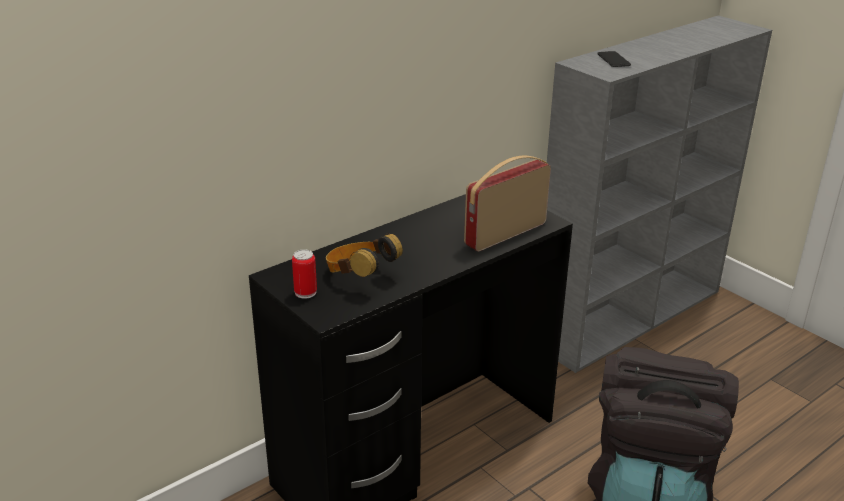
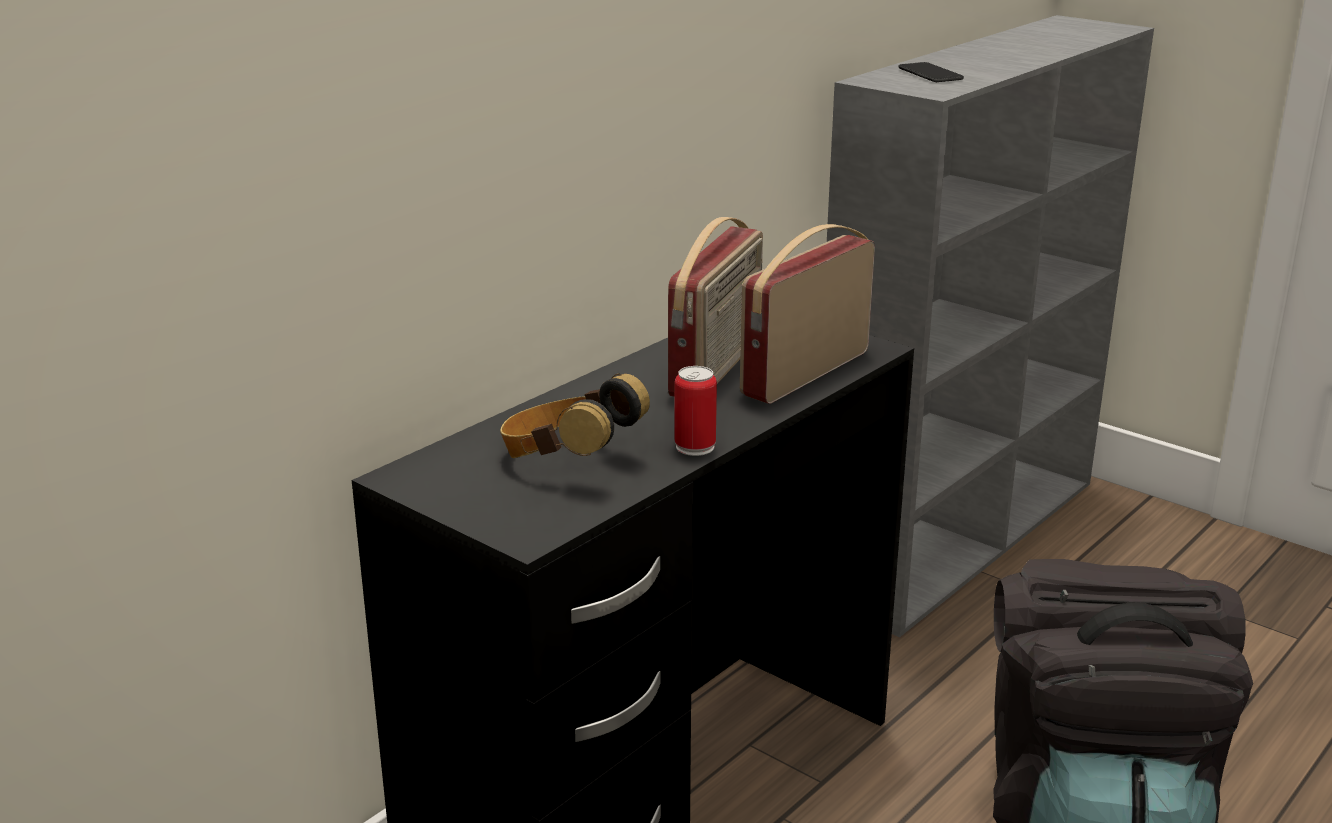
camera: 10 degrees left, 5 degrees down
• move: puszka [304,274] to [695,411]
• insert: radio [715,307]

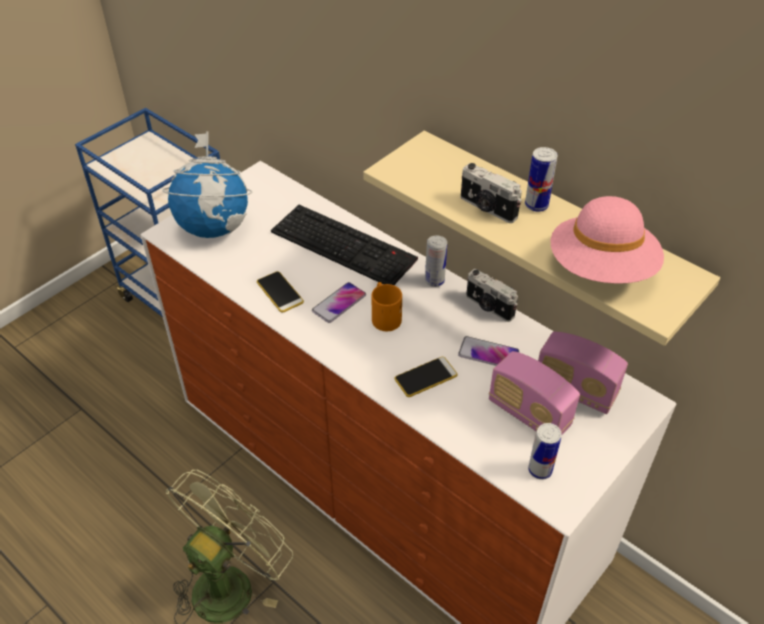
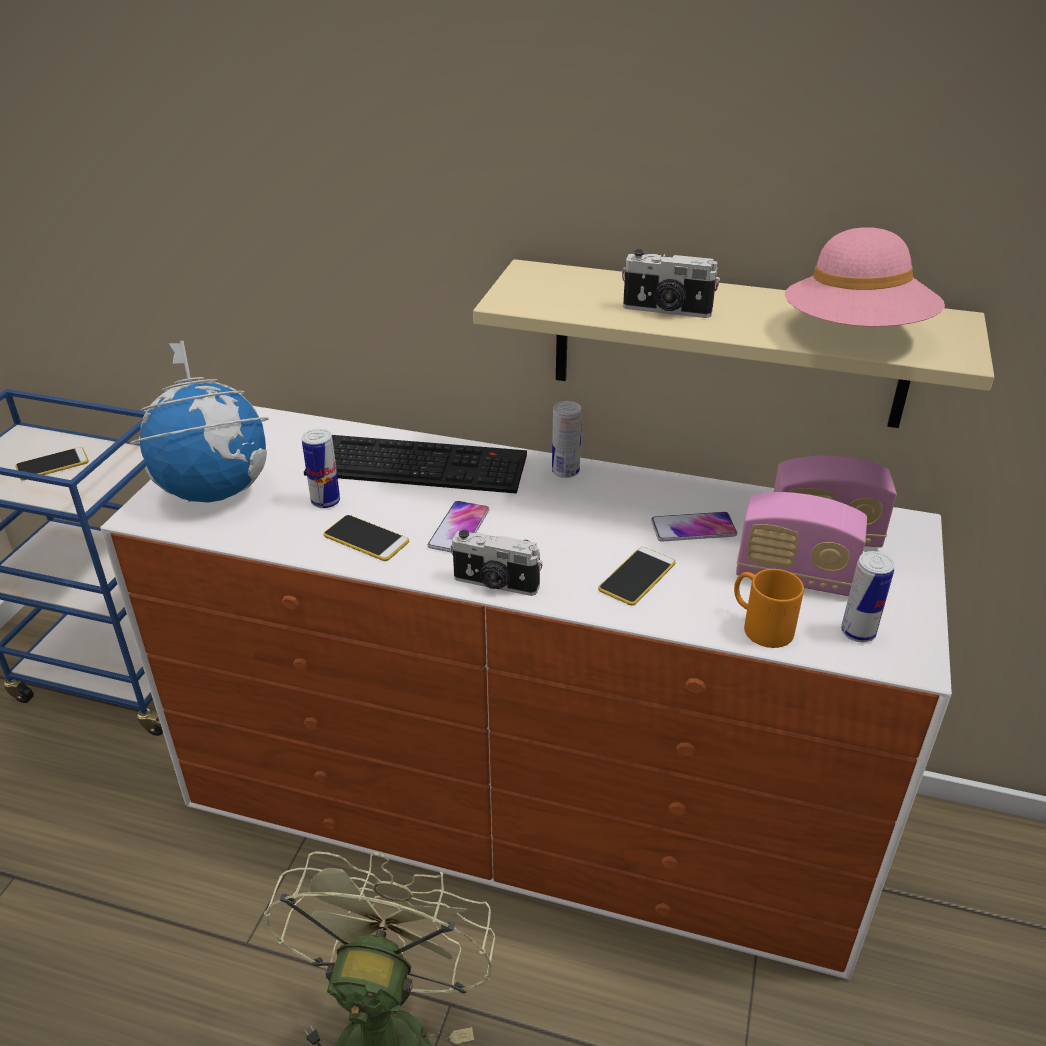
camera: 25 degrees left, 10 degrees down
• move: puszka [541,179] to [321,468]
• move: aparat fotograficzny [492,295] to [497,563]
• move: kubek [pomarańczowy] [387,306] to [769,608]
• insert: telefon [52,463]

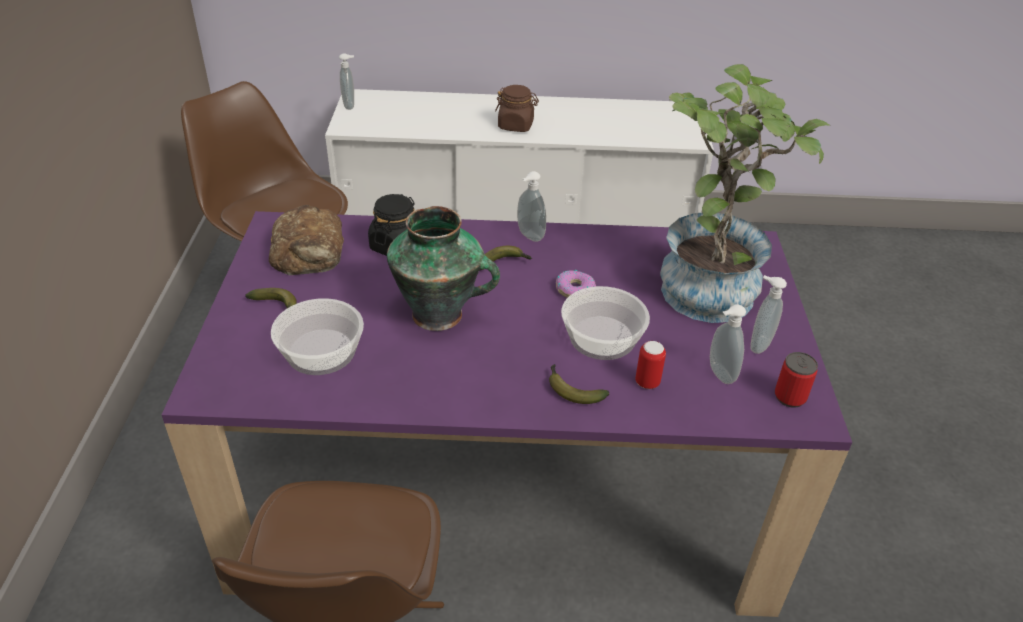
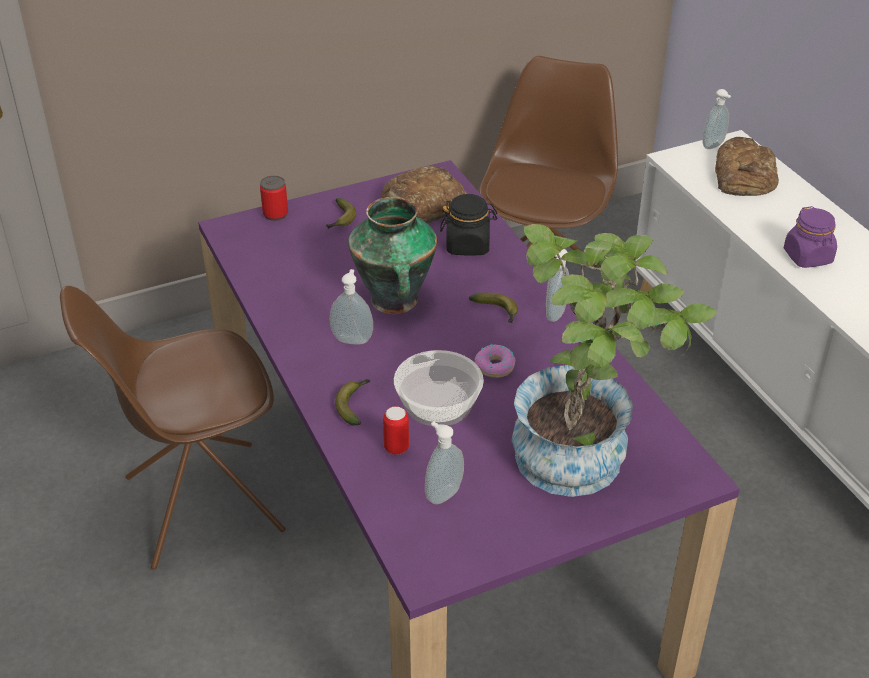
camera: 65 degrees right, 0 degrees up
• recolor: słoik [brązowy] [517,108] to słoik [fioletowy] [810,237]
• move: dozownik mydła [768,314] to [351,306]
• delete: miska [317,336]
• move: puszka [796,380] to [274,198]
• insert: chleb [747,166]

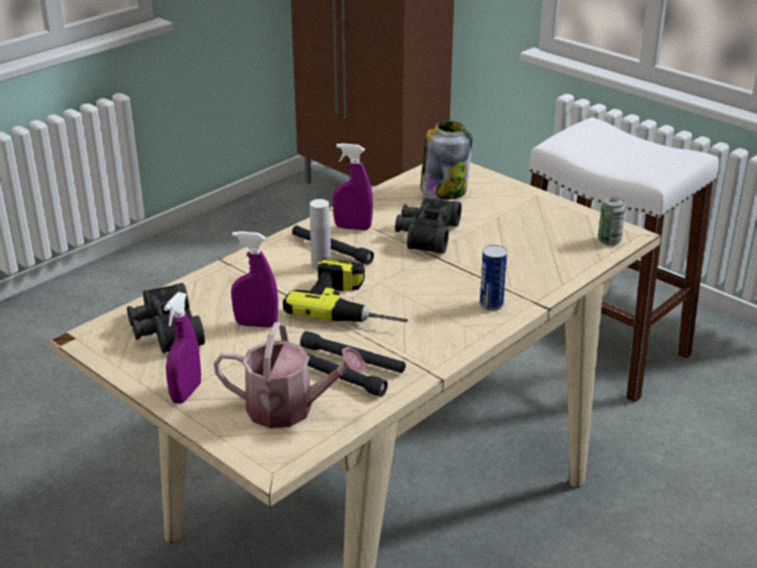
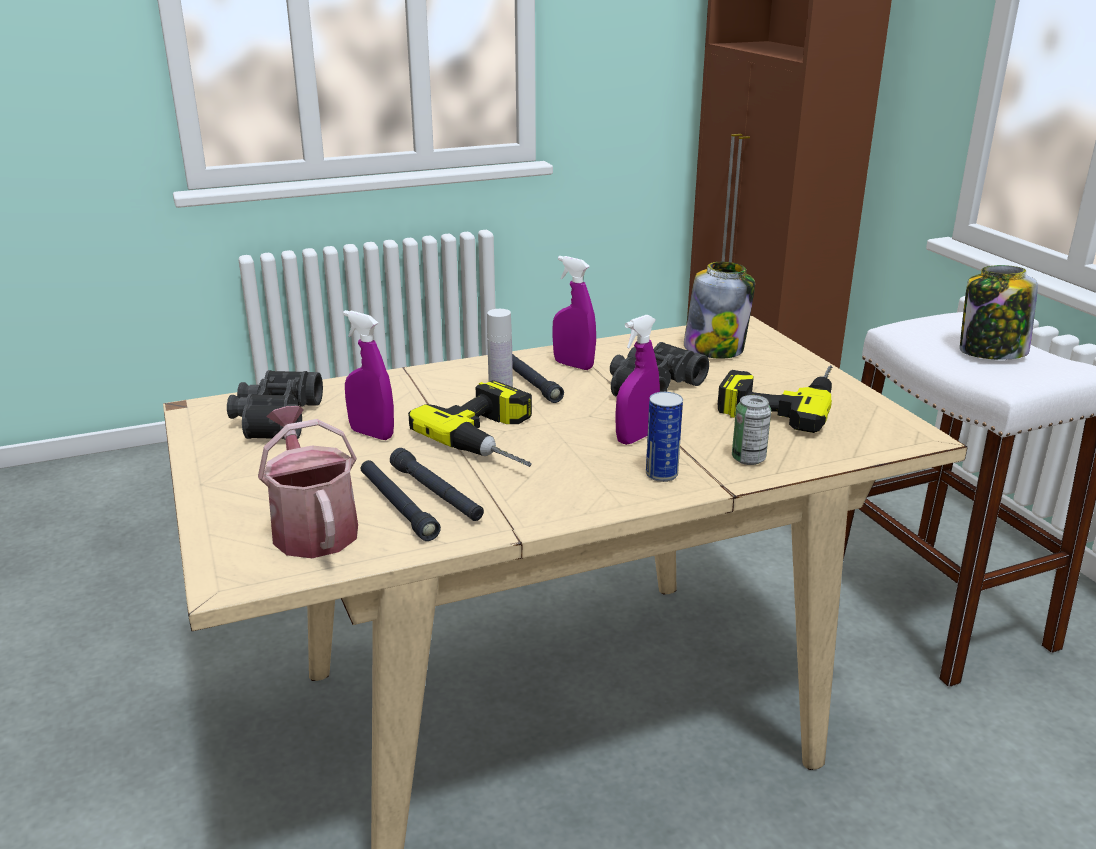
camera: 25 degrees right, 5 degrees down
• move: puszka [612,221] to [751,430]
• move: spryskiwacz [fioletowy] [182,348] to [638,380]
• rotate: konewka [290,375] = [308,482] 150 degrees counterclockwise
• insert: słoik [999,312]
• insert: wiertarka [775,399]

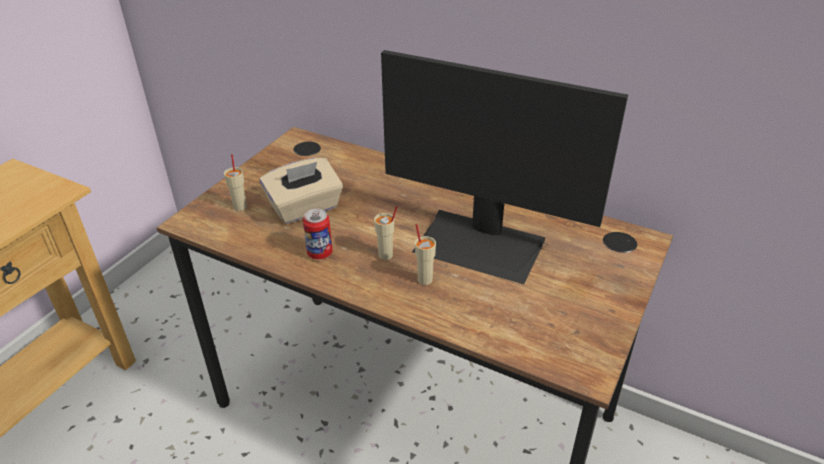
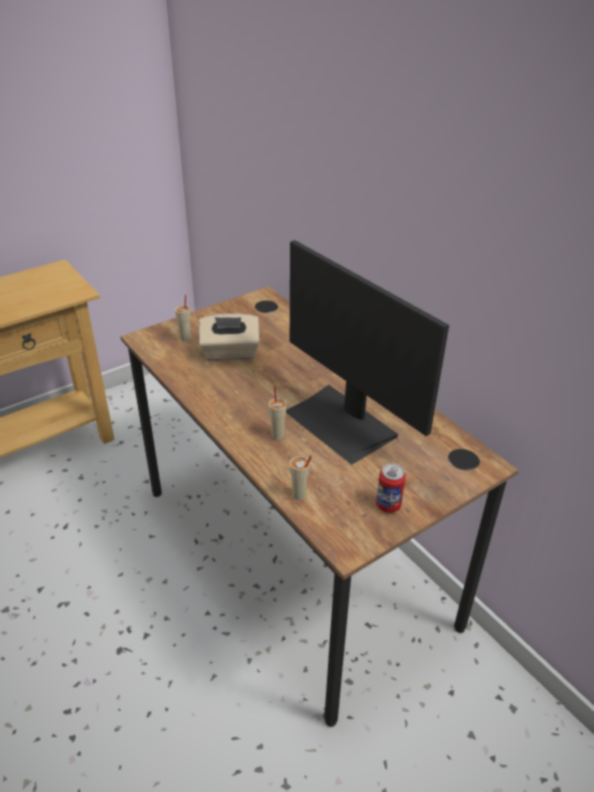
camera: 25 degrees right, 0 degrees up
• move: filiżanka [beżowy] [385,233] to [301,477]
• move: puszka [318,234] to [391,488]

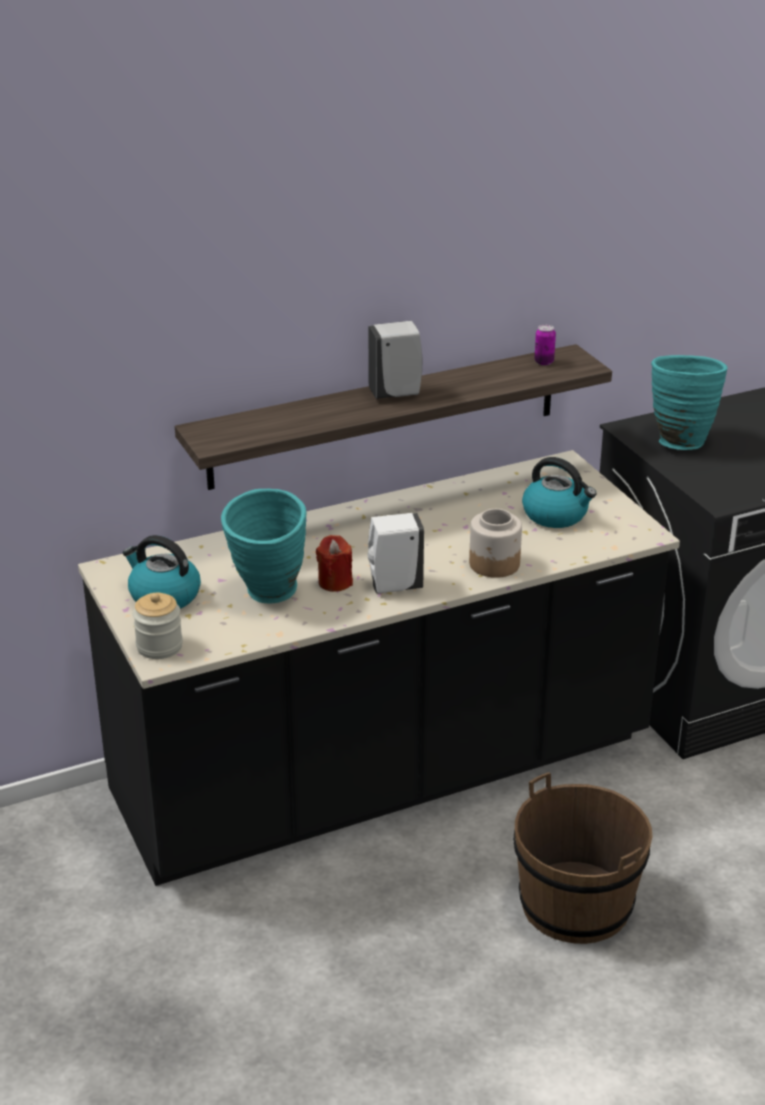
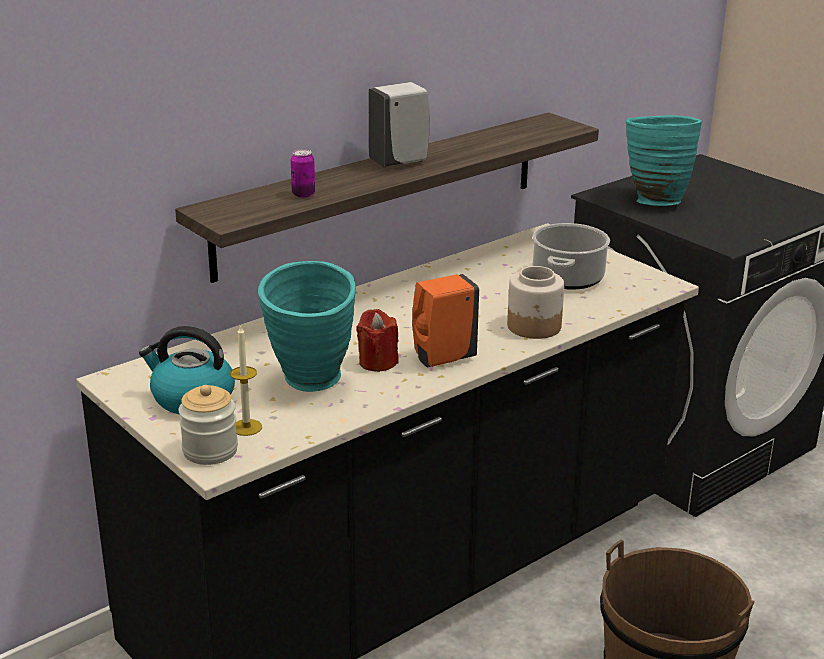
camera: 15 degrees left, 5 degrees down
• move: puszka [545,345] to [303,173]
• replace: czajnik [559,492] to garnek [571,256]
• recolor: dozownik mydła [biały] [396,553] to dozownik mydła [pomarańczowy] [445,321]
• insert: świeca [246,380]

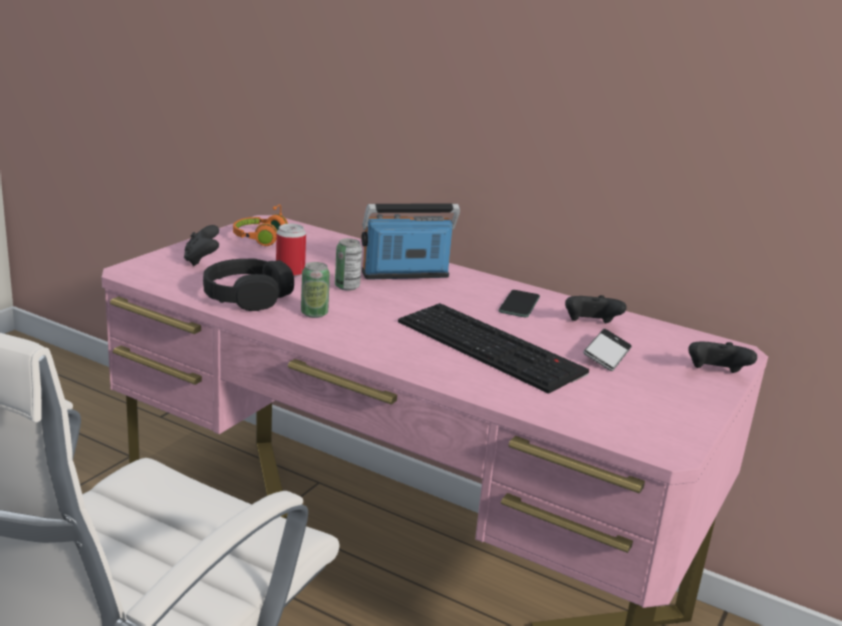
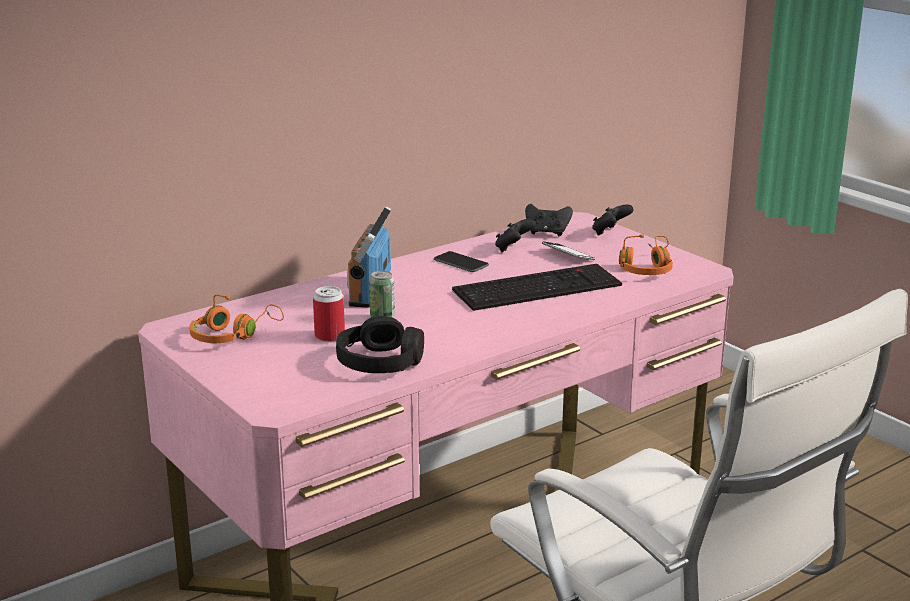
camera: 65 degrees left, 0 degrees up
• move: pad do gier [czarny] [201,245] to [549,220]
• delete: puszka [315,290]
• insert: słuchawki [pomarańczowy] [646,254]

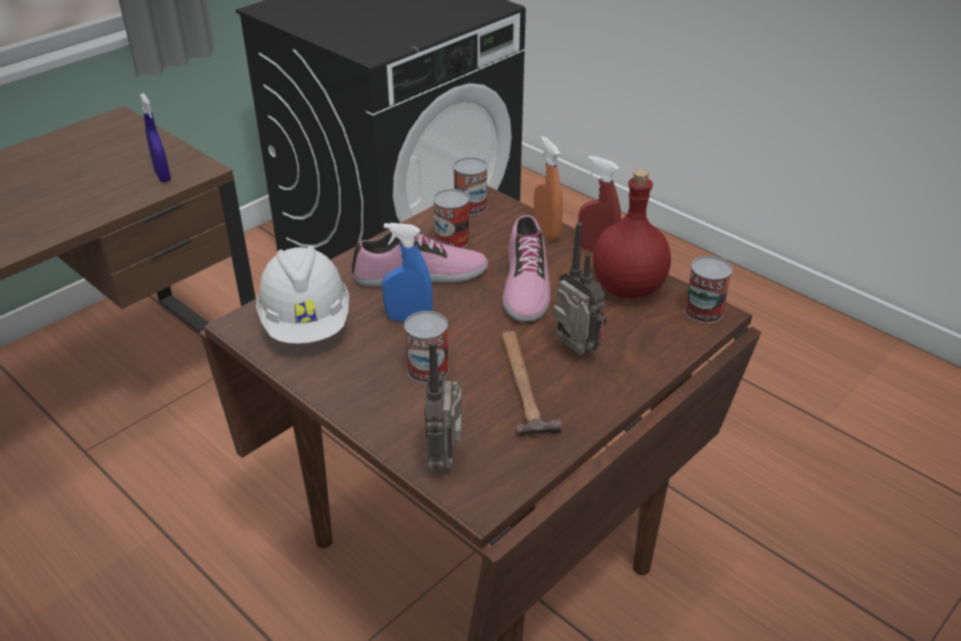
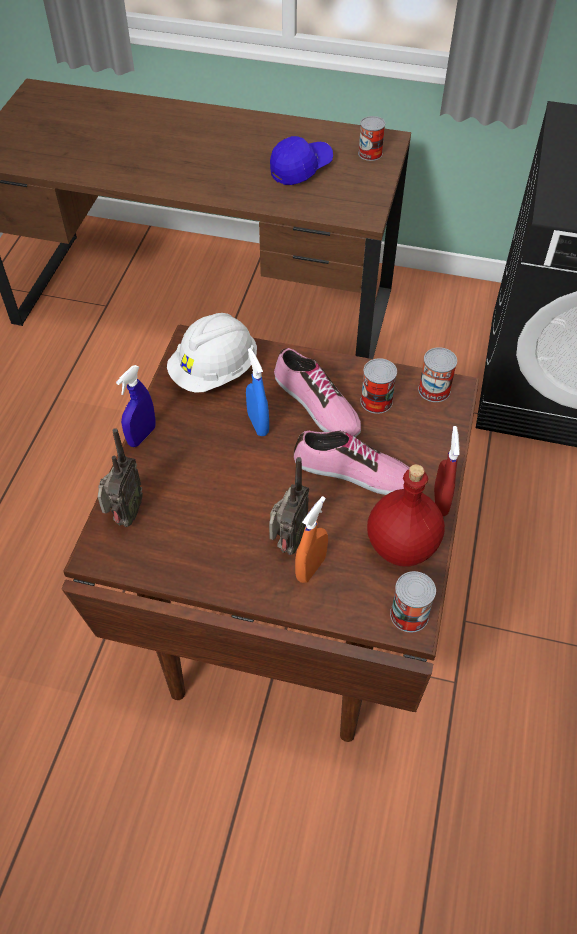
camera: 60 degrees right, 15 degrees up
• move: spryskiwacz [niebieski] [155,137] to [136,406]
• move: spryskiwacz [pomarańczowy] [548,188] to [311,539]
• rotate: but [526,268] = [352,463] 135 degrees counterclockwise
• move: puszka [426,347] to [371,138]
• delete: młotek [532,384]
• rotate: radio [443,406] = [120,477] 135 degrees clockwise
• insert: czapka z daszkiem [niebieski] [301,160]

